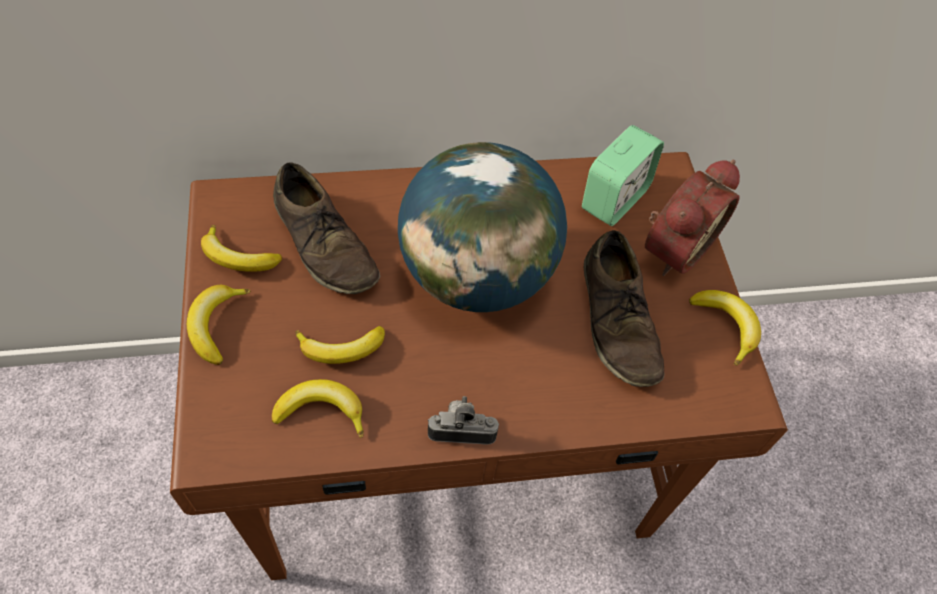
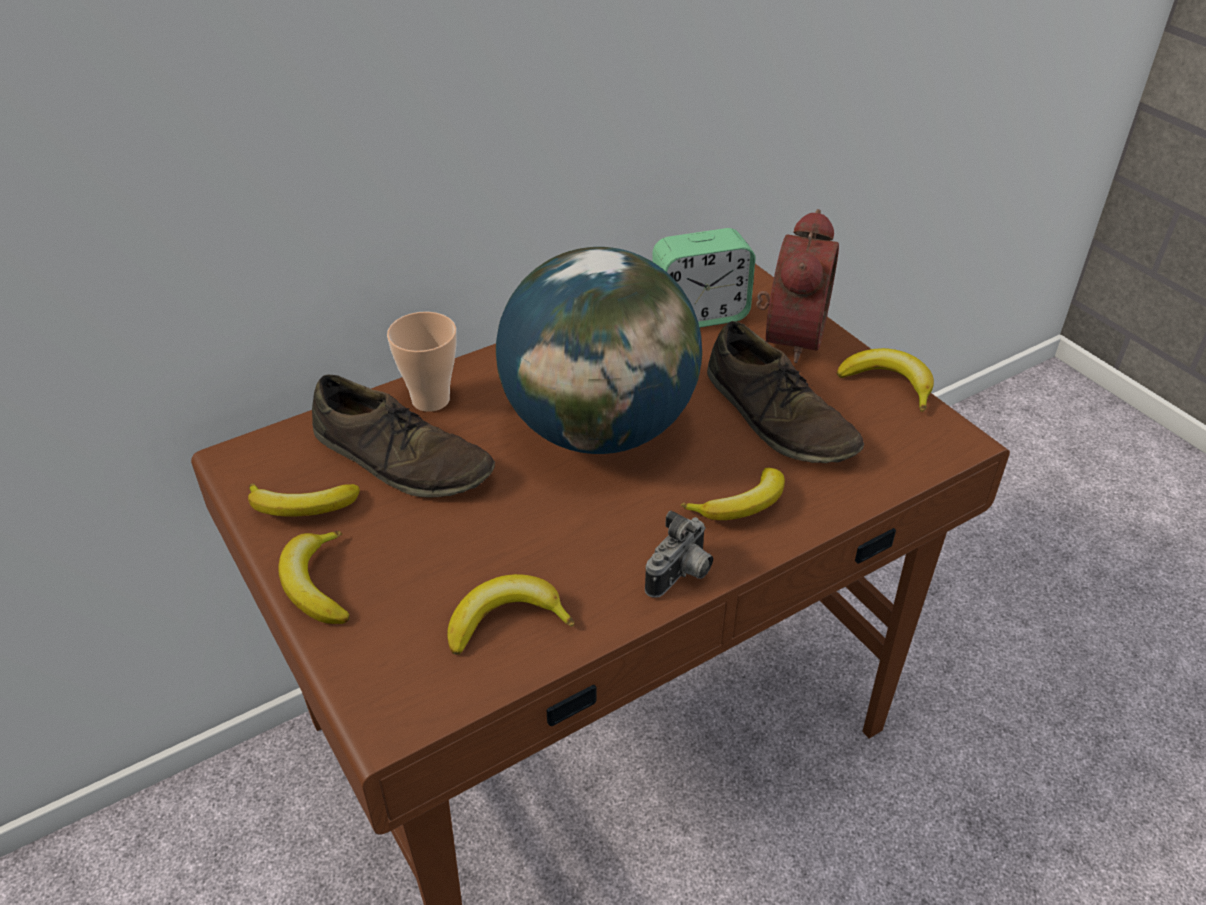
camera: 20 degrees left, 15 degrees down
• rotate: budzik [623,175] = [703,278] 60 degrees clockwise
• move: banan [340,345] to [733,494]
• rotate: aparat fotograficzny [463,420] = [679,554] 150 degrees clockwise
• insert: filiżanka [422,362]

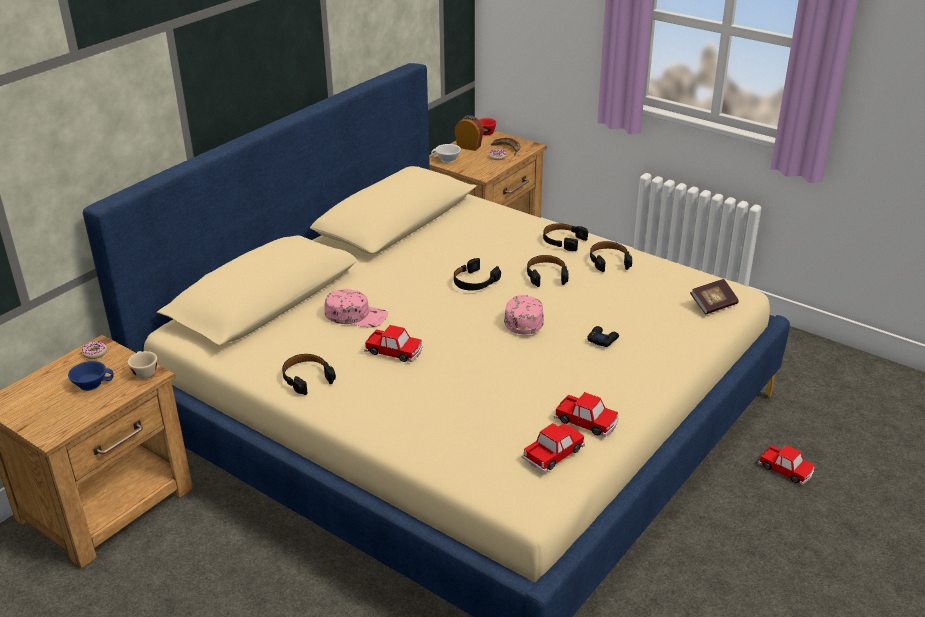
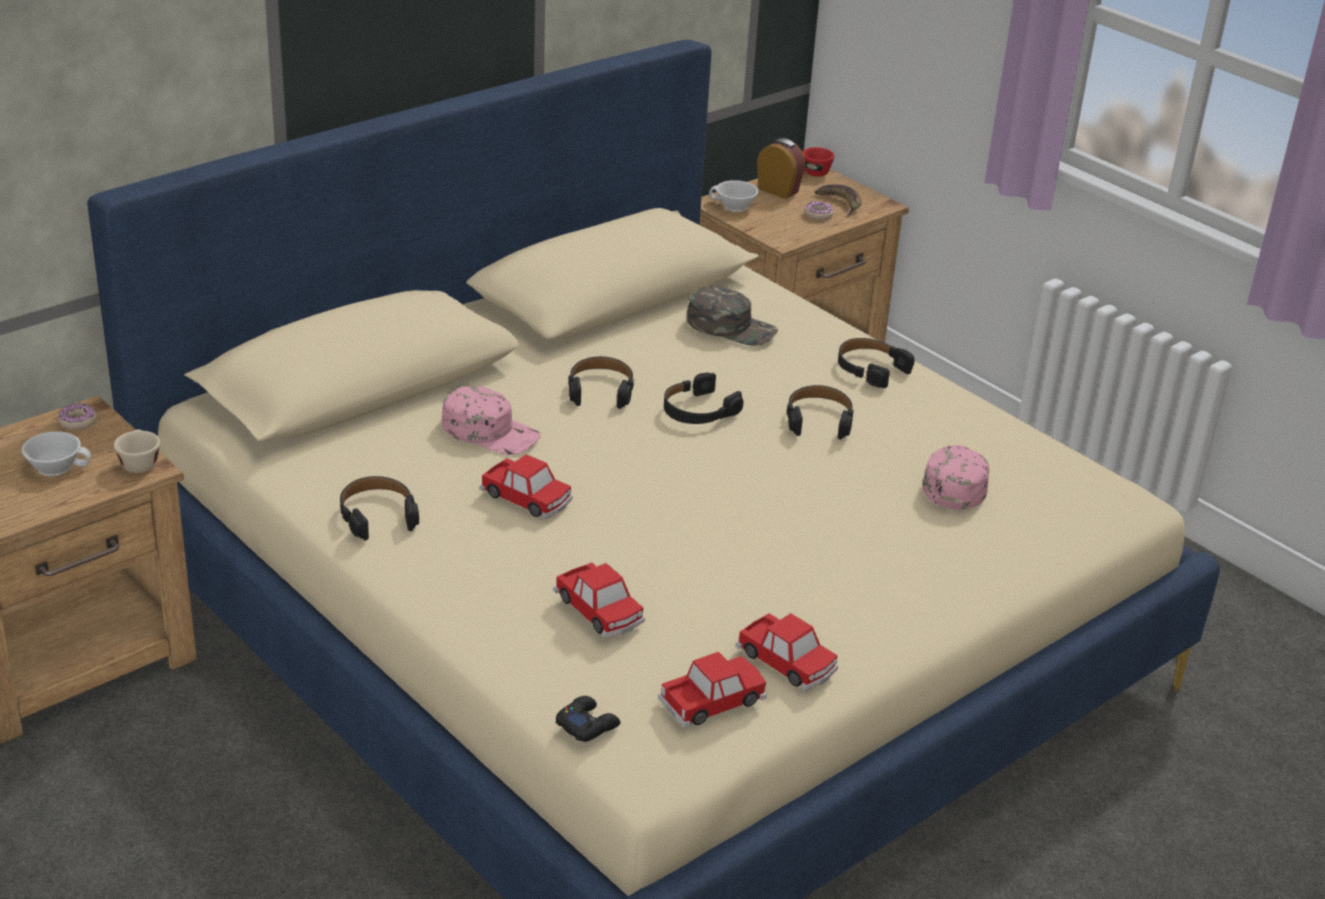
camera: 10 degrees right, 0 degrees up
• move: słuchawki [czarny] [611,256] to [601,382]
• delete: książka [714,297]
• move: czapka z daszkiem [różowy] [524,314] to [955,477]
• move: pad do gier [czarny] [603,336] to [588,719]
• recolor: filiżanka [niebieski] [91,376] to filiżanka [biały] [56,453]
• move: samochodzik [786,465] to [599,600]
• insert: czapka z daszkiem [zielony] [732,316]

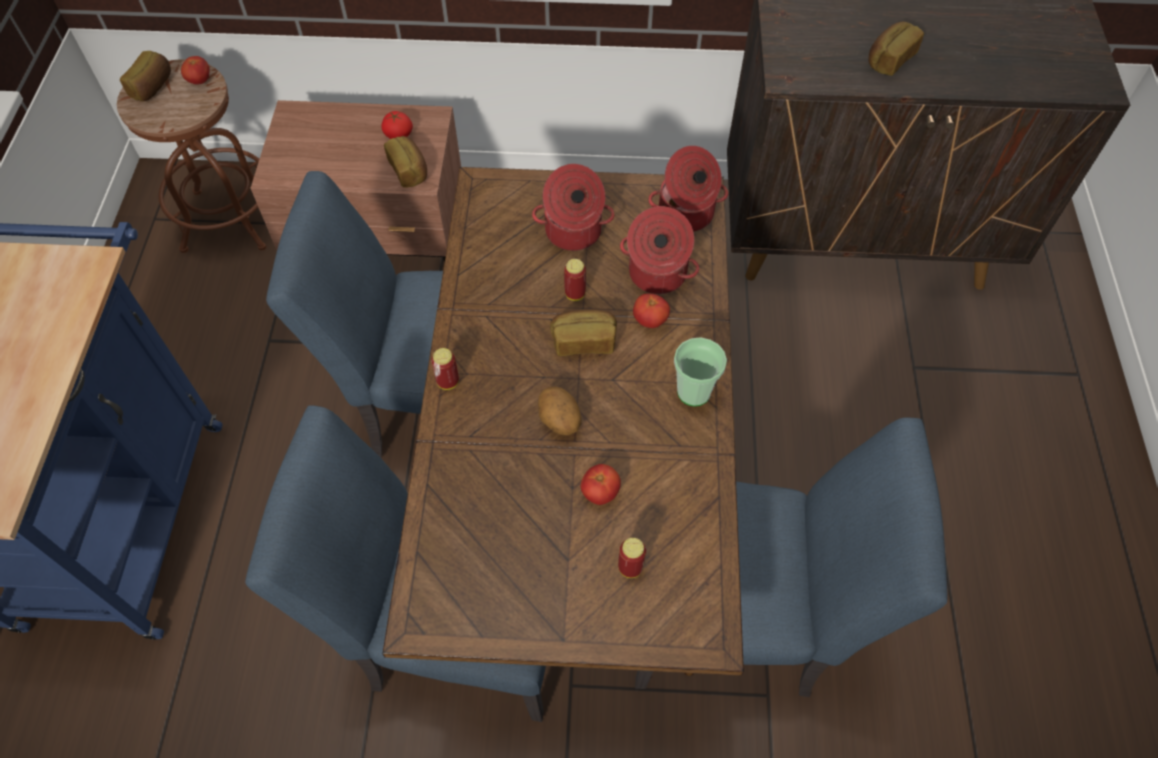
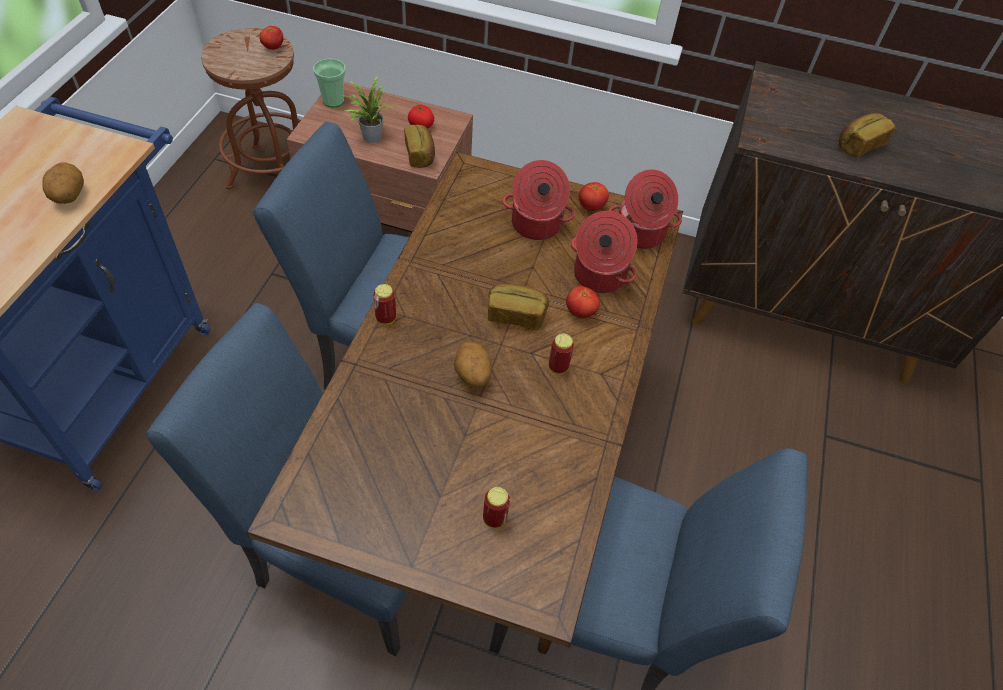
camera: 10 degrees right, 5 degrees down
• delete: chleb [145,76]
• move: puszka [575,280] to [561,354]
• move: filiżanka [700,372] to [329,82]
• move: pomidor [601,484] to [594,196]
• insert: roślina doniczkowa [367,109]
• insert: ziemniak [63,183]

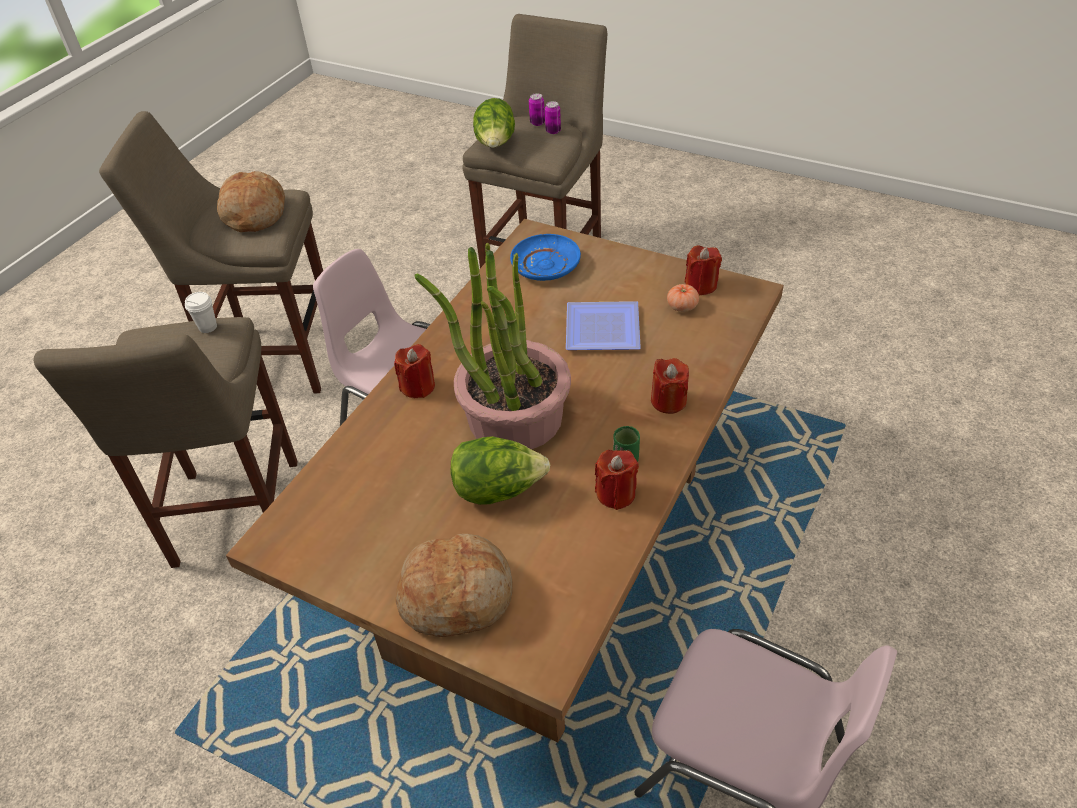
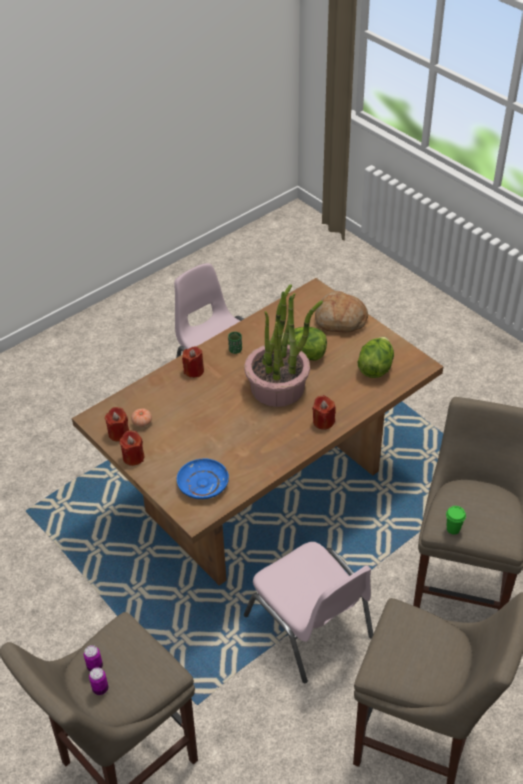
camera: 160 degrees left, 0 degrees up
• move: sałata [494,123] to [375,357]
• delete: chleb [251,201]
• recolor: filiżanka [biały] [201,312] to filiżanka [zielony] [456,520]
• delete: talerz [603,325]
• move: świeca [czerwony] [617,480] to [131,448]

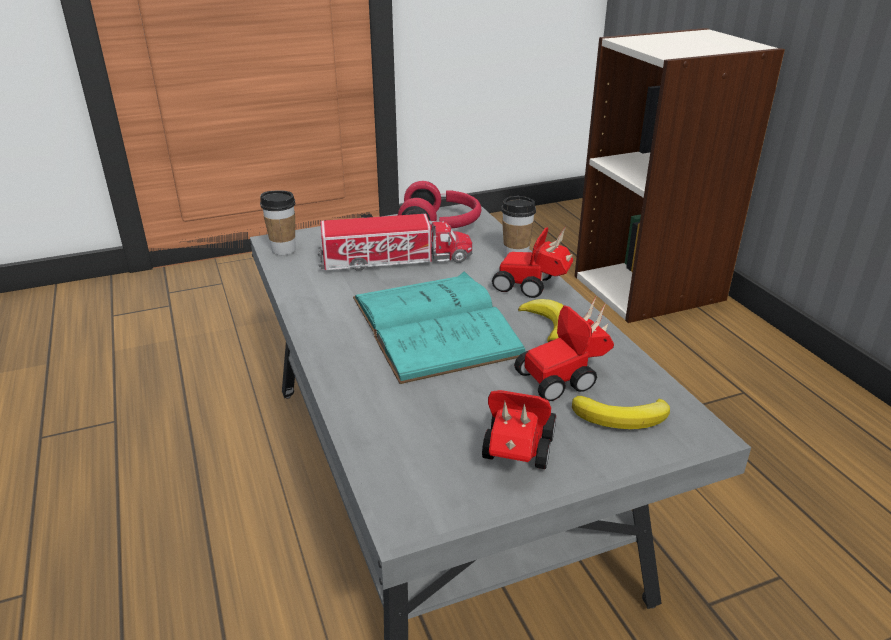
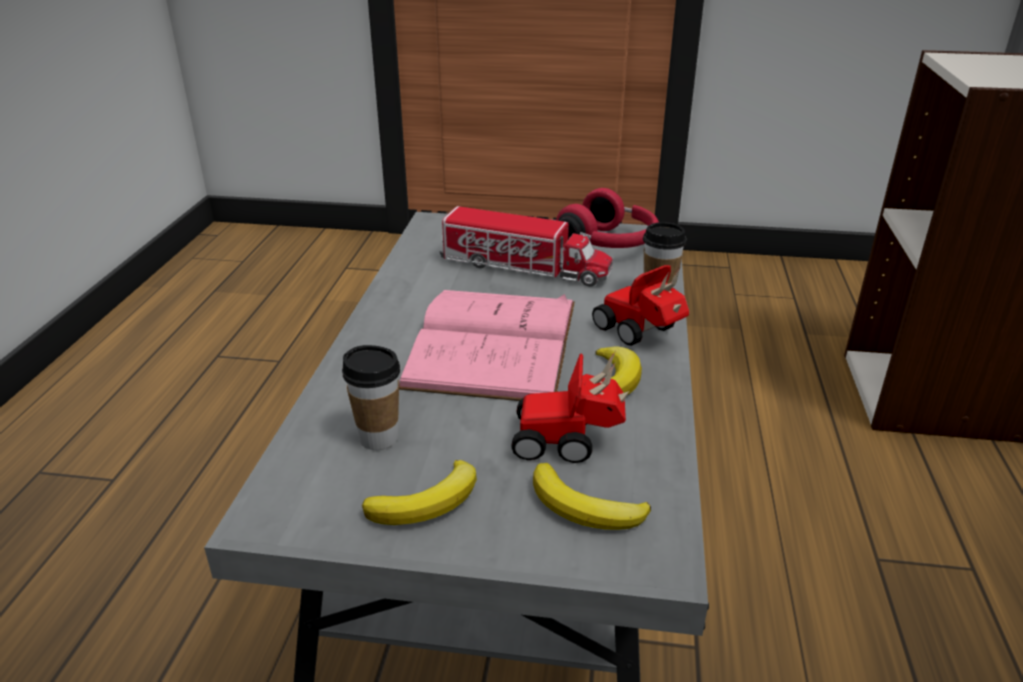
camera: 30 degrees right, 0 degrees up
• move: filiżanka [278,222] to [371,397]
• recolor: książka [turkusowy] [439,327] to książka [różowy] [487,345]
• replace: samochodzik [519,429] to banan [419,492]

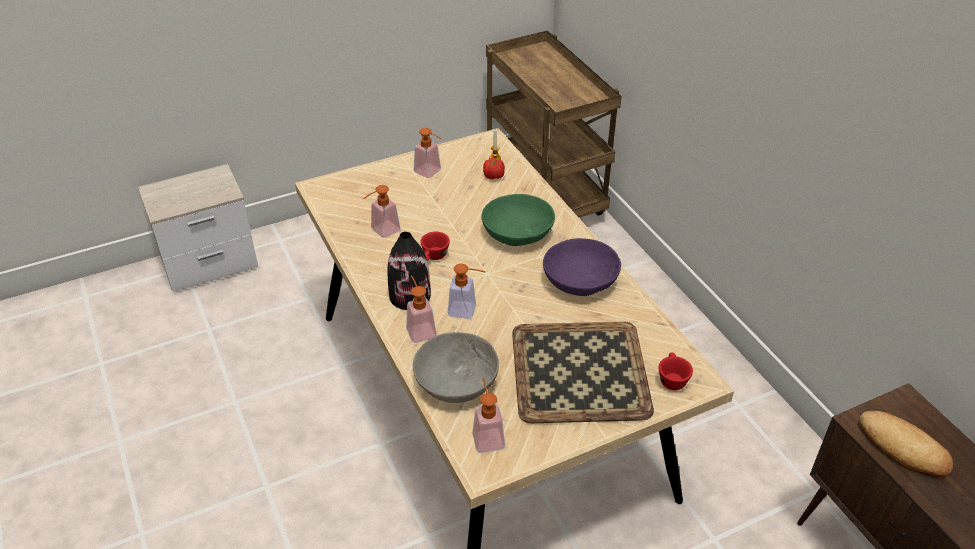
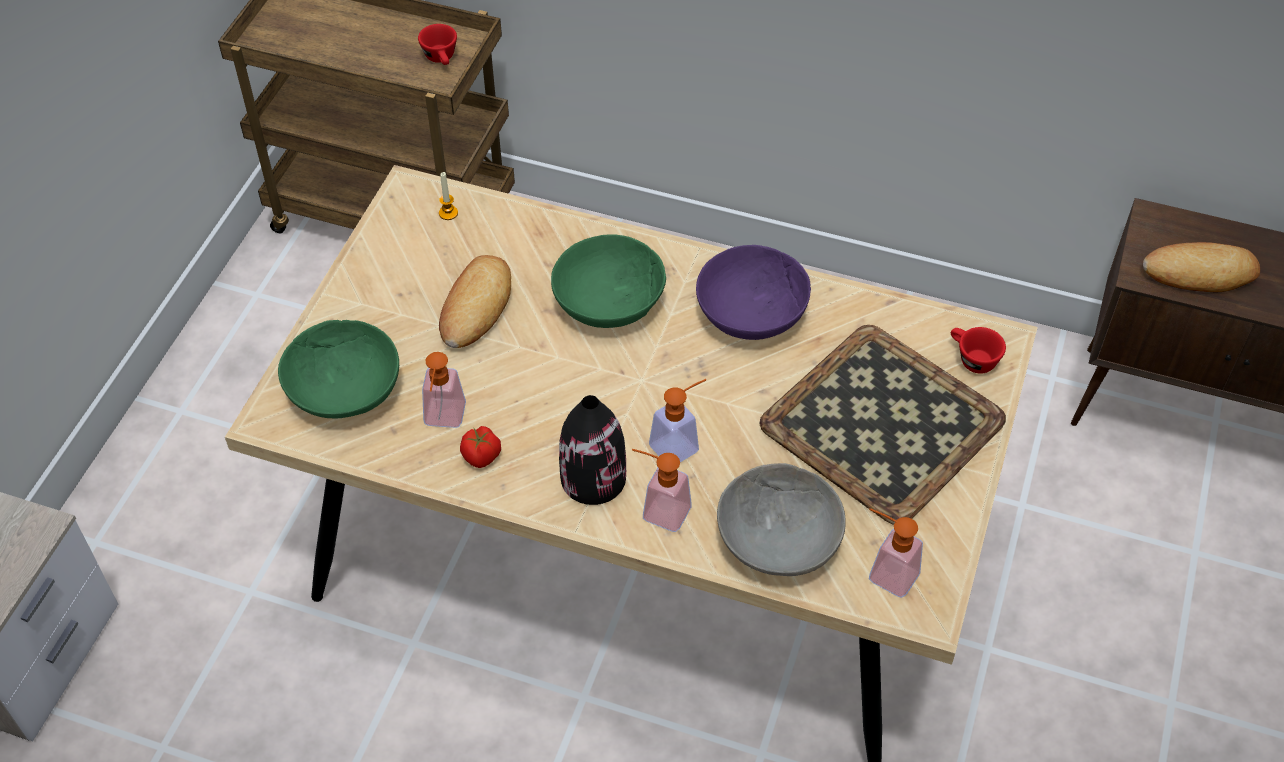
camera: 45 degrees left, 10 degrees up
• delete: dozownik mydła [428,153]
• move: pomidor [494,168] to [480,447]
• move: filiżanka [czerwony] [435,246] to [437,44]
• insert: chleb [475,301]
• insert: miska [zielony] [338,369]

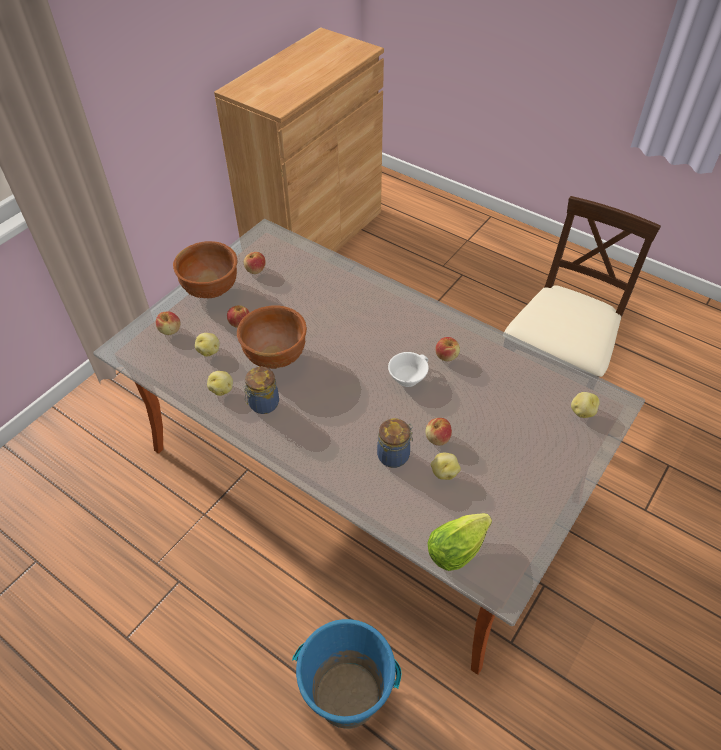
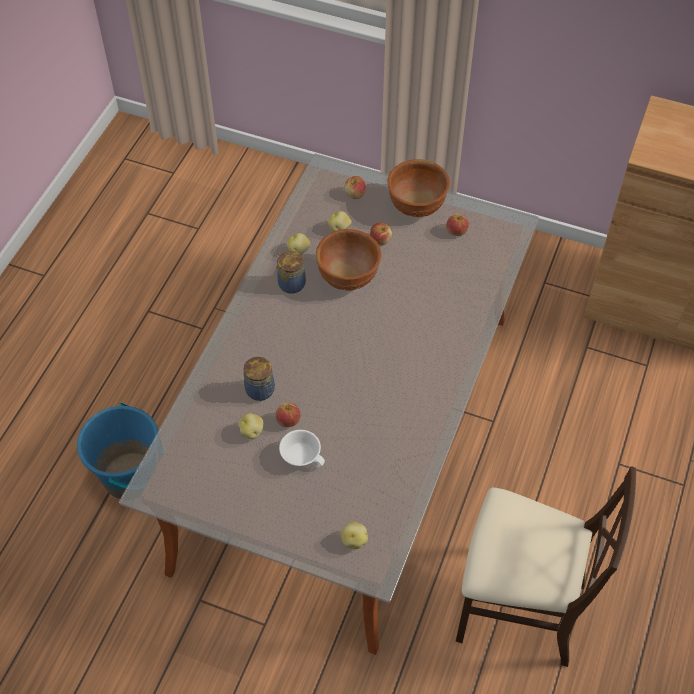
camera: 75 degrees right, 5 degrees up
• delete: jabłko [447,349]
• move: filiżanka [biały] [408,369] to [302,449]
• delete: sałata [459,542]

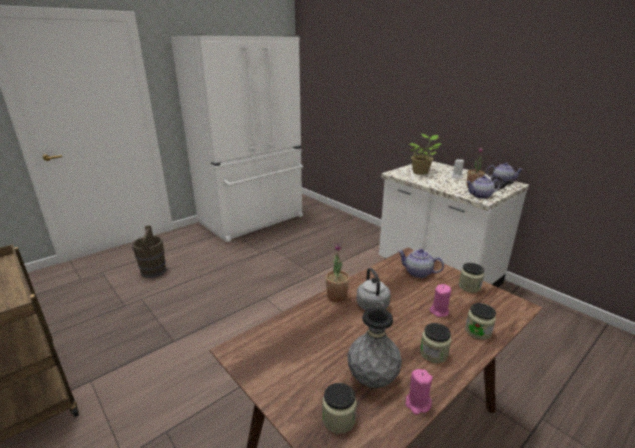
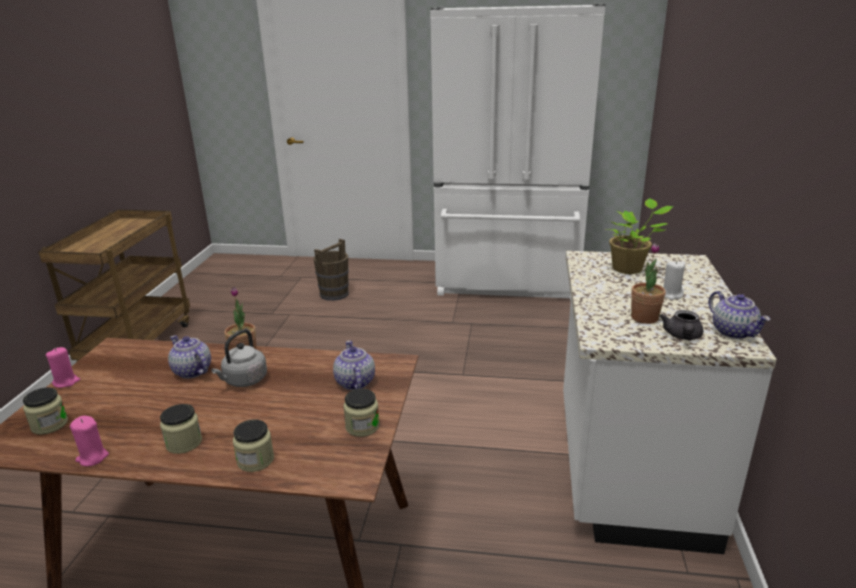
camera: 50 degrees right, 0 degrees up
• move: imbryk [483,187] to [189,357]
• move: świeca [różowy] [440,300] to [63,367]
• delete: wazon [szary] [374,348]

